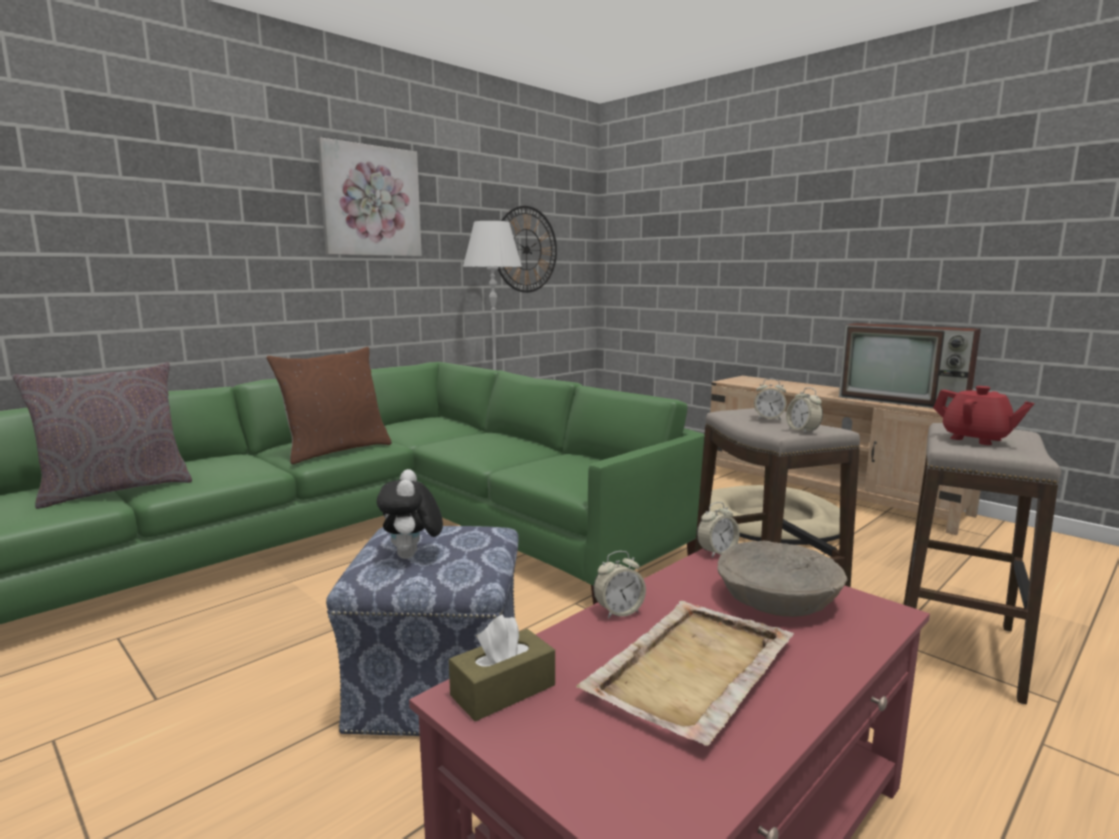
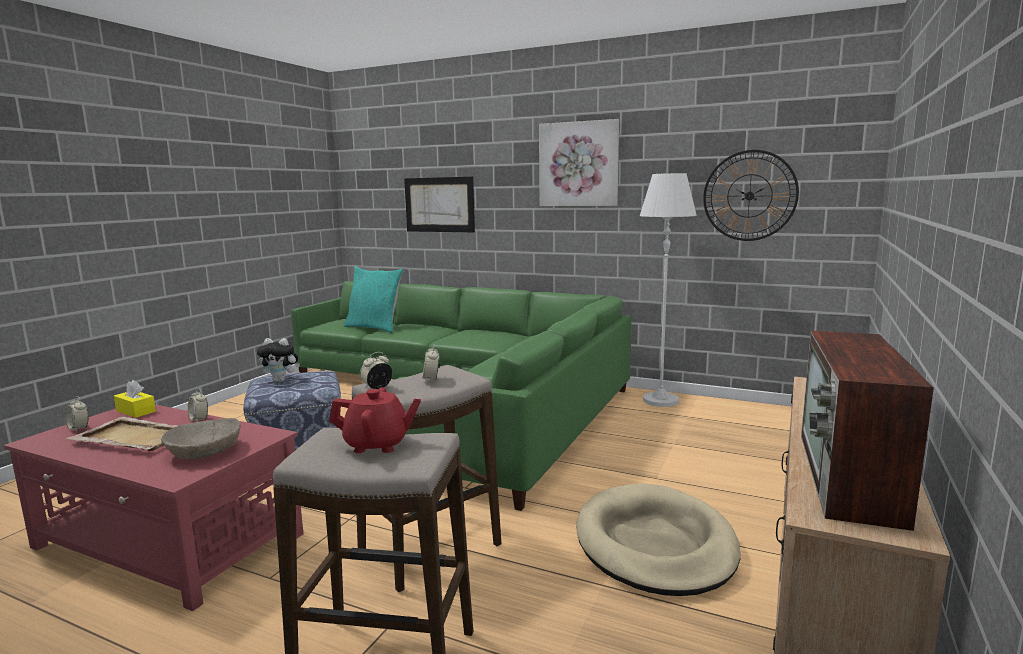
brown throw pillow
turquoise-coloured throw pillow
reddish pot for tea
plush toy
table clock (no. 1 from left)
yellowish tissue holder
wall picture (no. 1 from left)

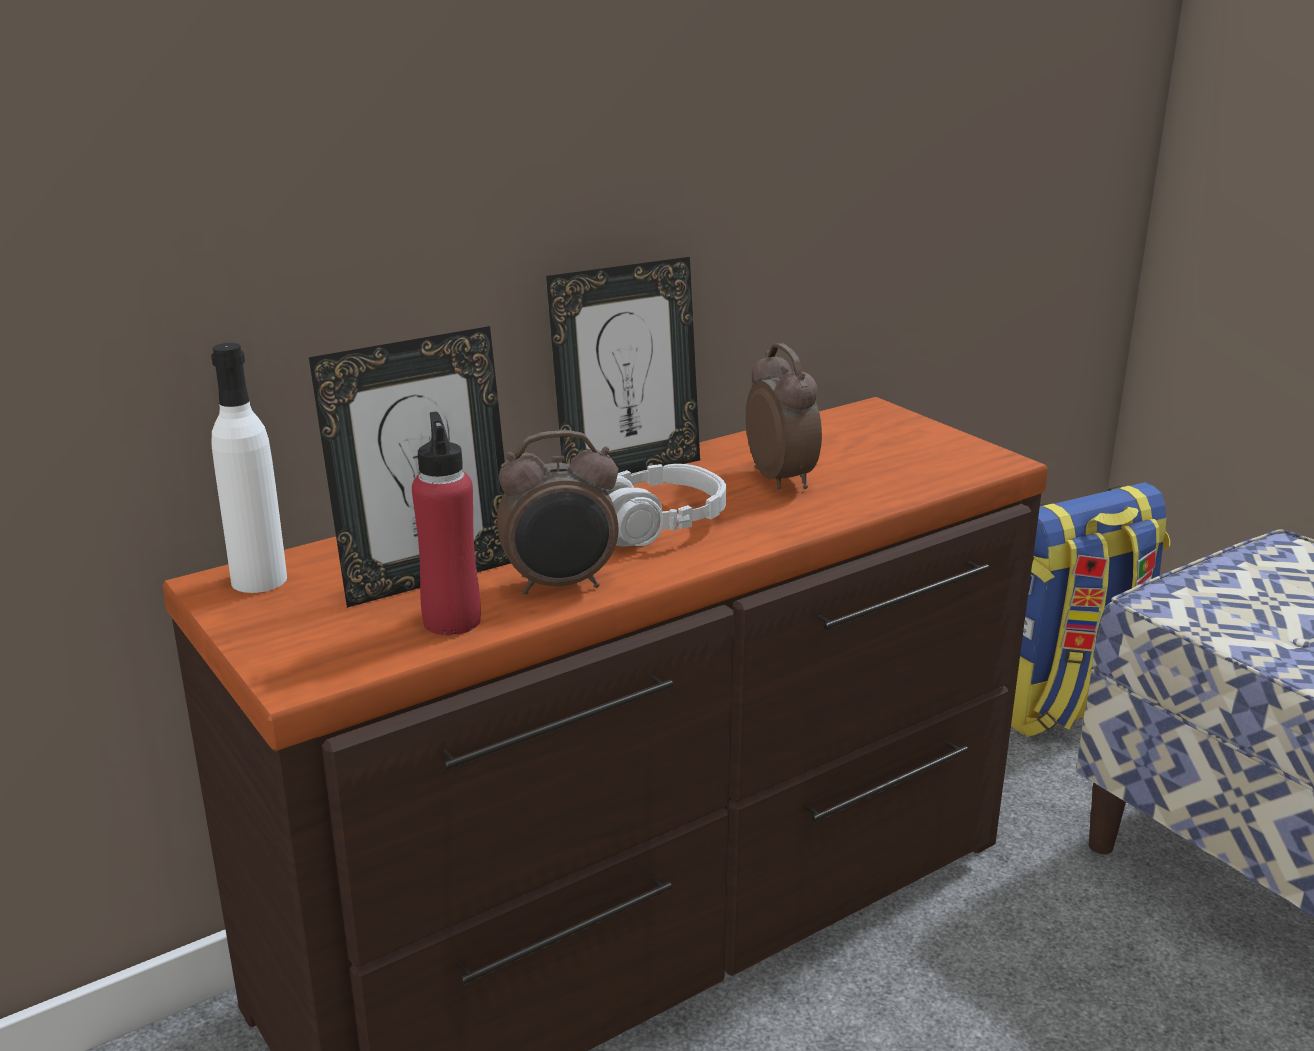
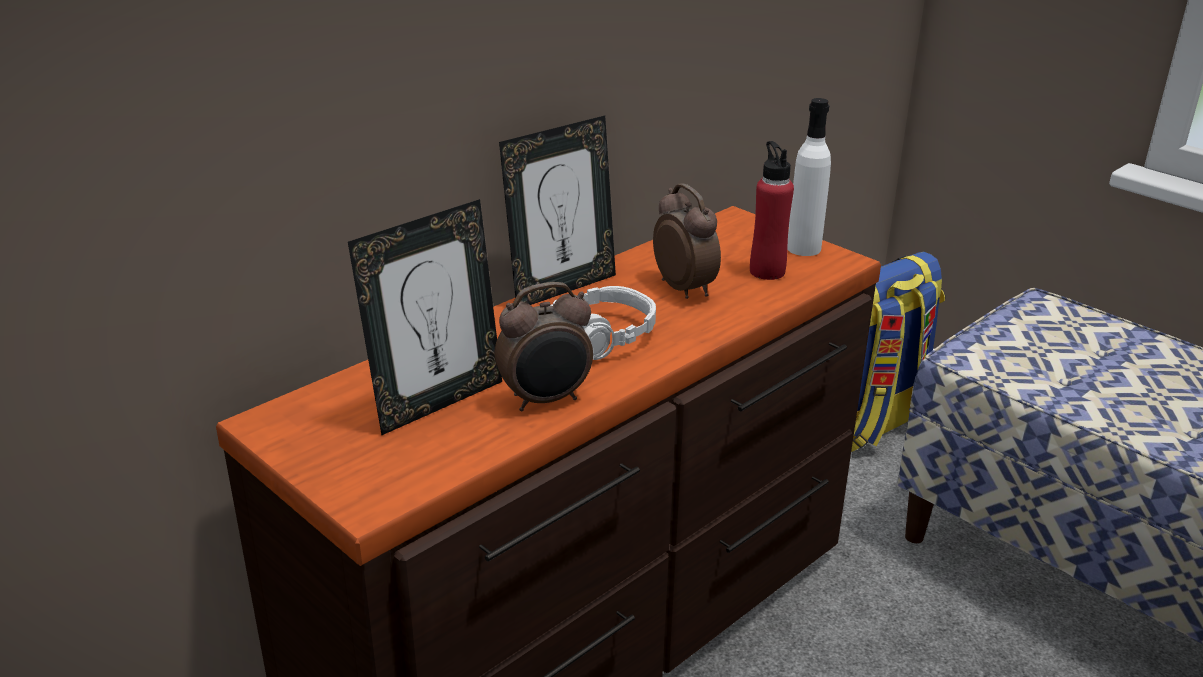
white beverage bottle
reddish beverage bottle

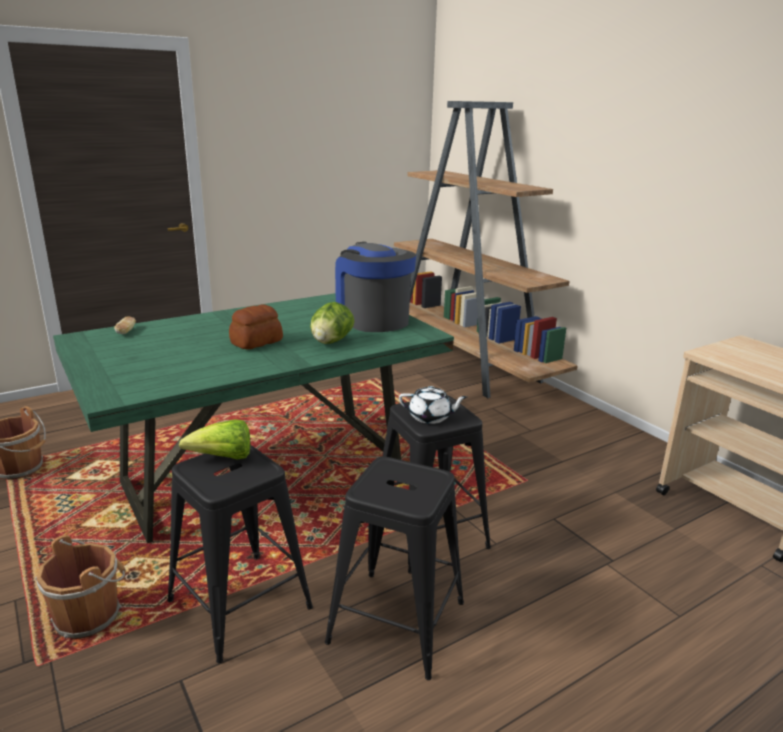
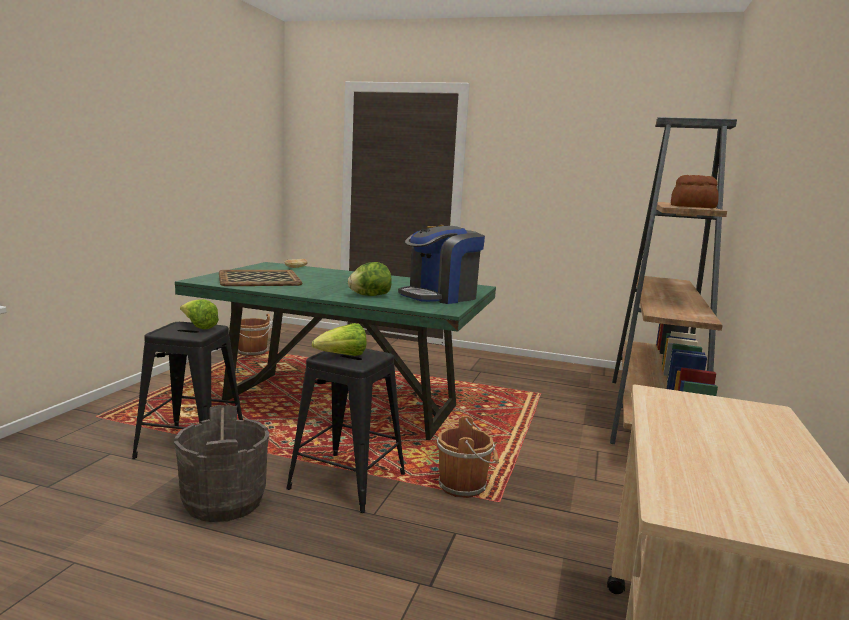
coffee brewer
baked bread (no. 2 from left)
lettuce head (no. 2 from left)
grey pail
brown pail (no. 2 from left)
carrying tray

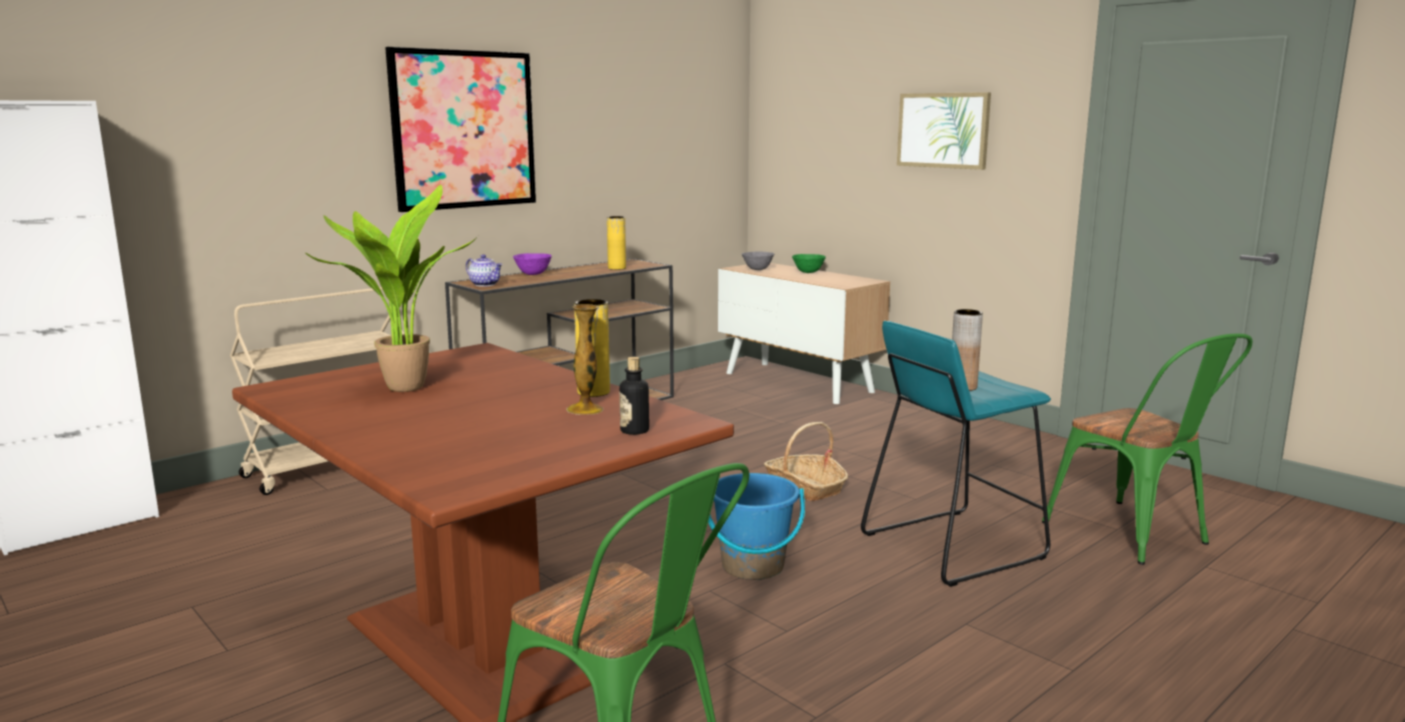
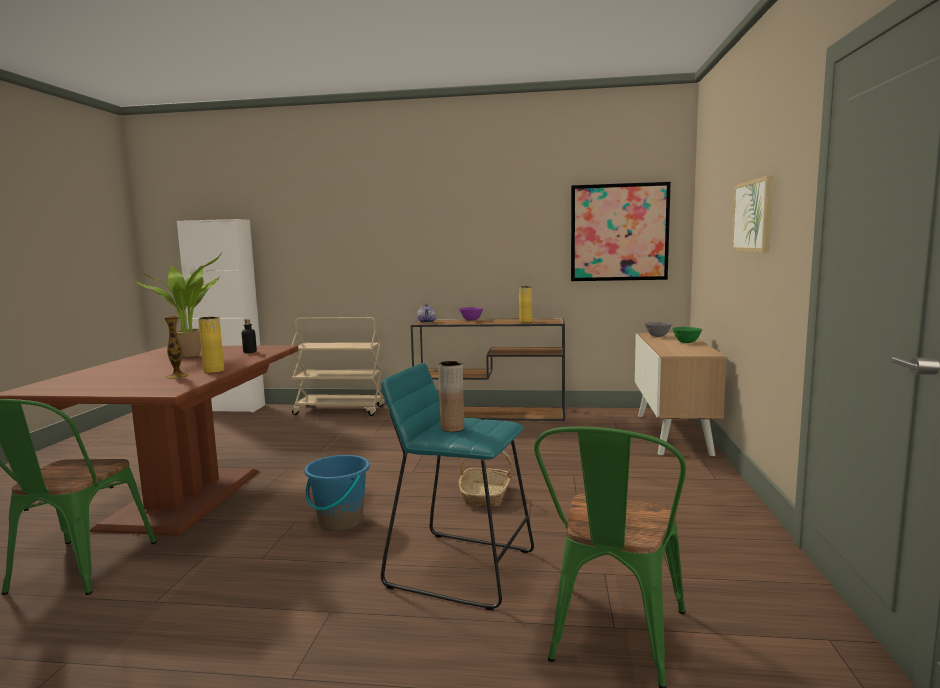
wall picture (no. 1 from left)
beverage bottle

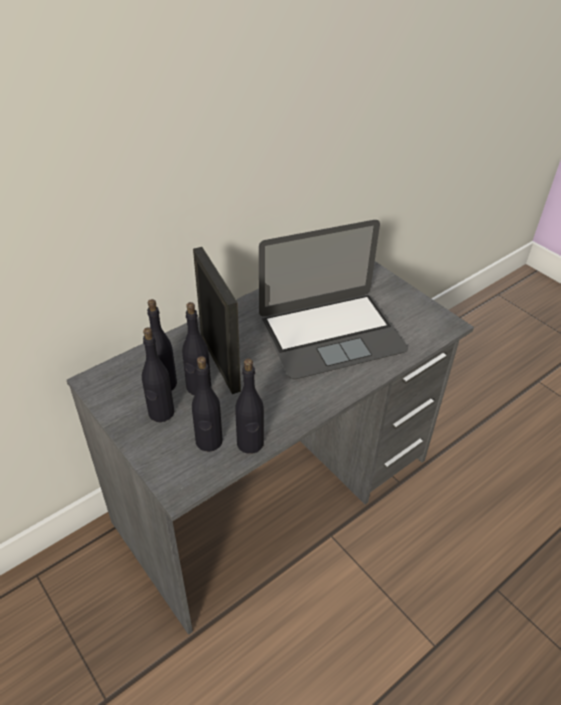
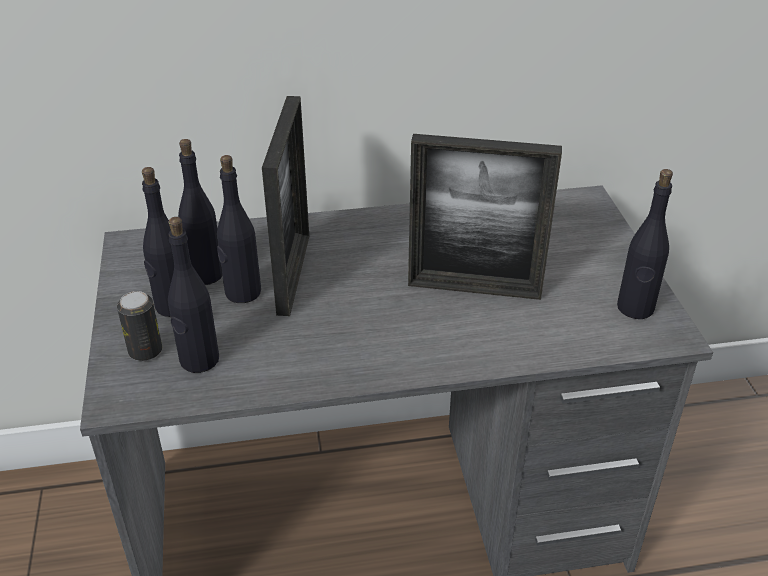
picture frame (no. 2 from left)
black-coloured beverage bottle (no. 5 from left)
sealed can

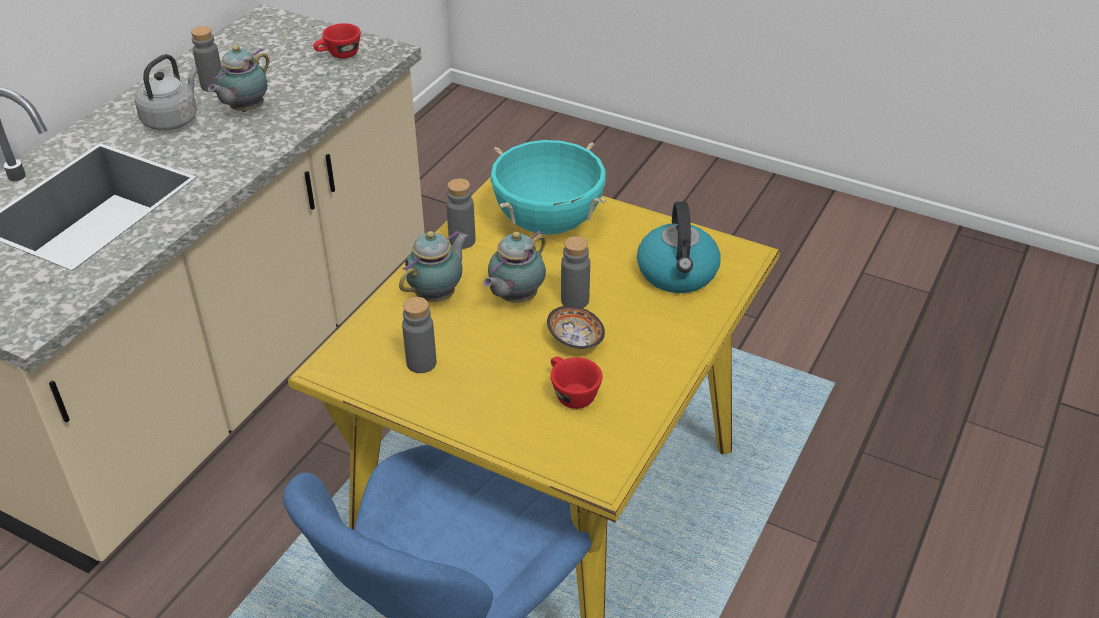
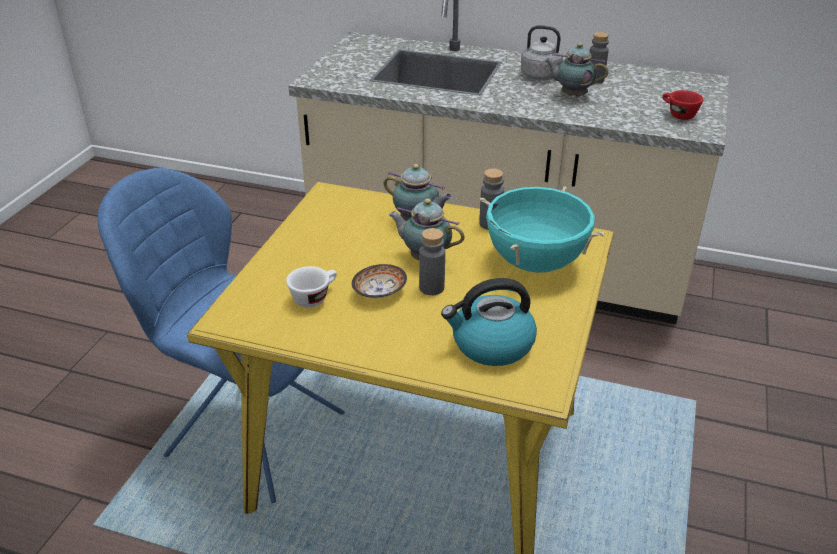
grey beverage bottle (no. 2 from left in the first image)
white cup

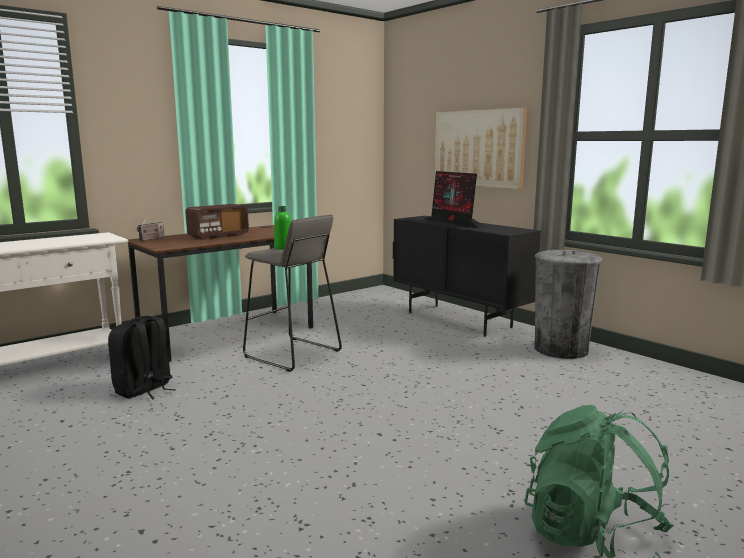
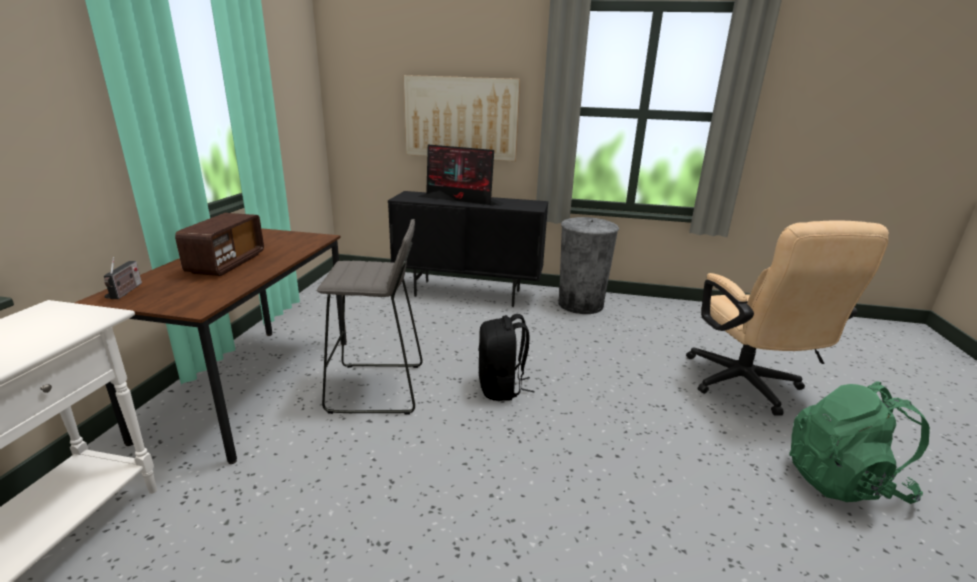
green beverage bottle
black-coloured backpack
sand-coloured computer chair

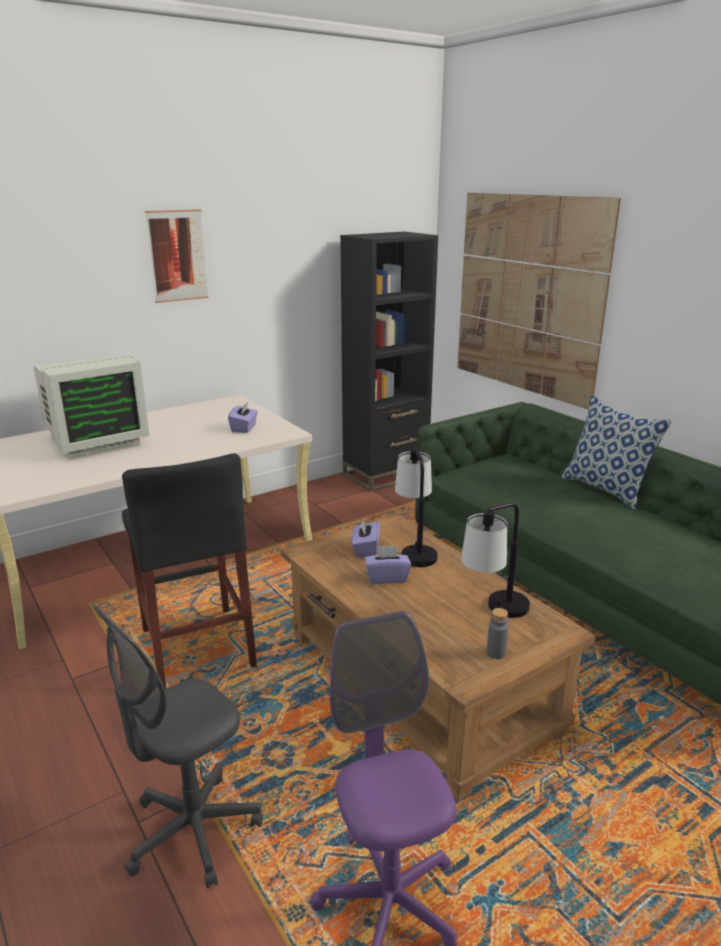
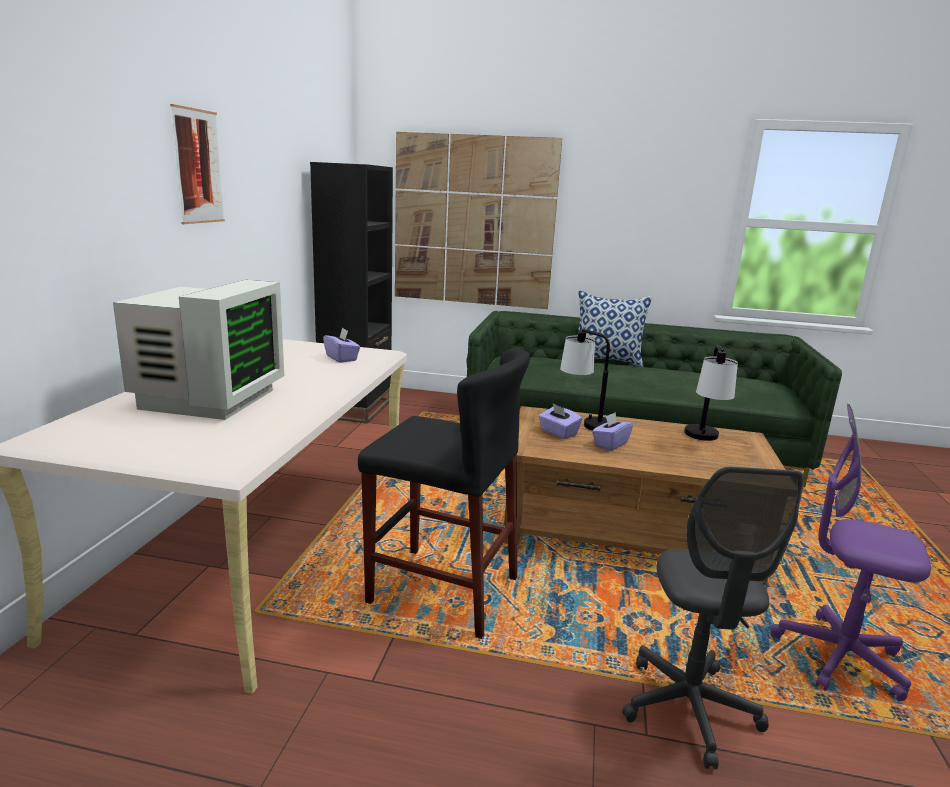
grey beverage bottle

